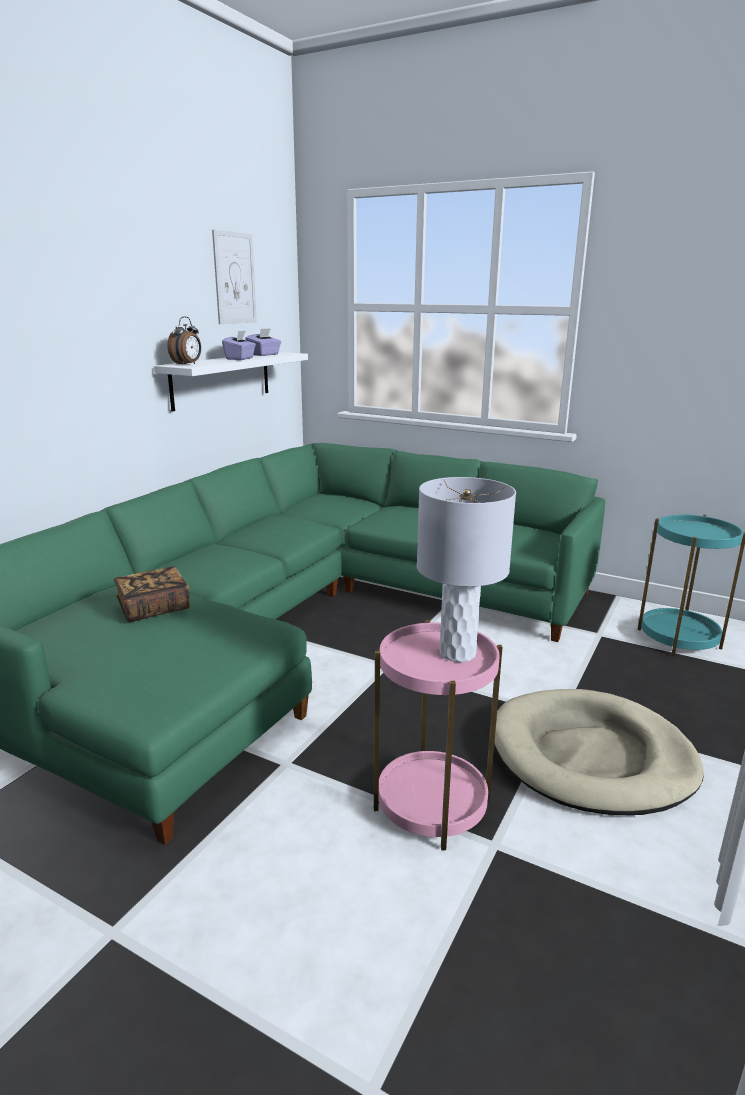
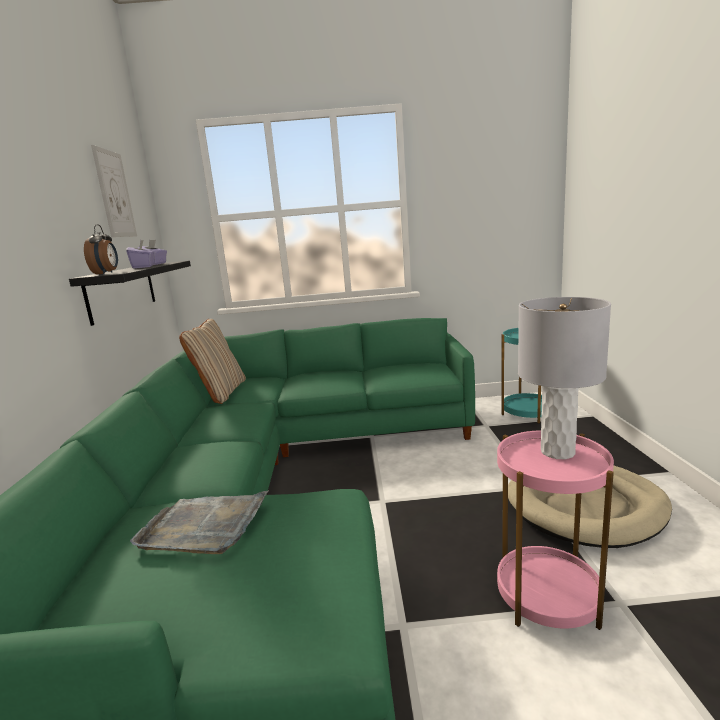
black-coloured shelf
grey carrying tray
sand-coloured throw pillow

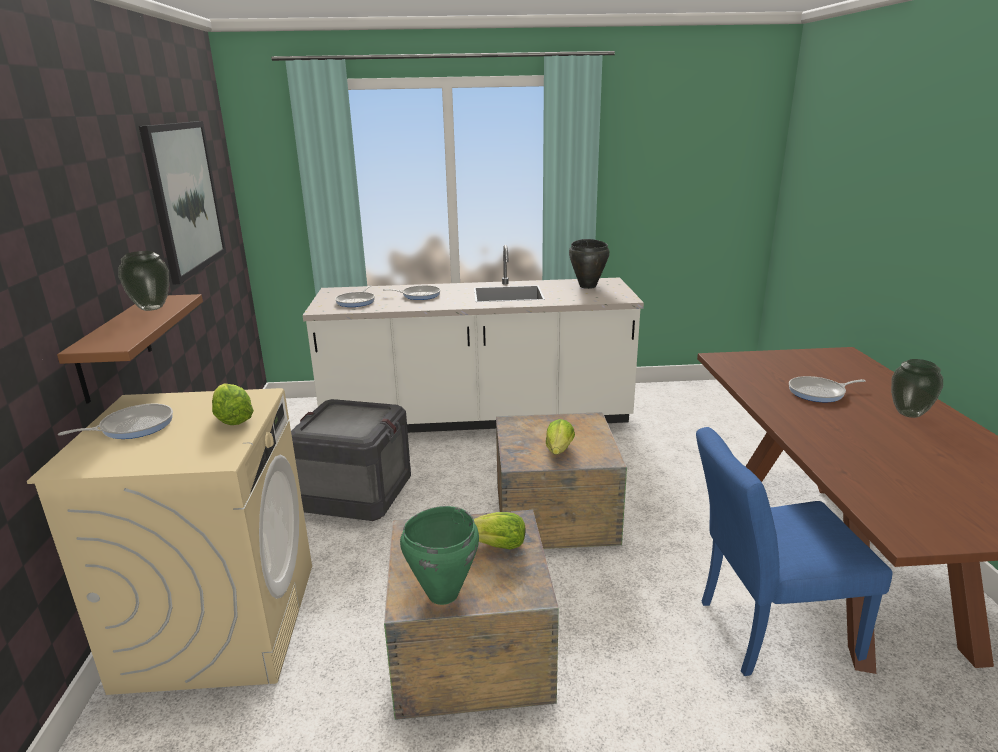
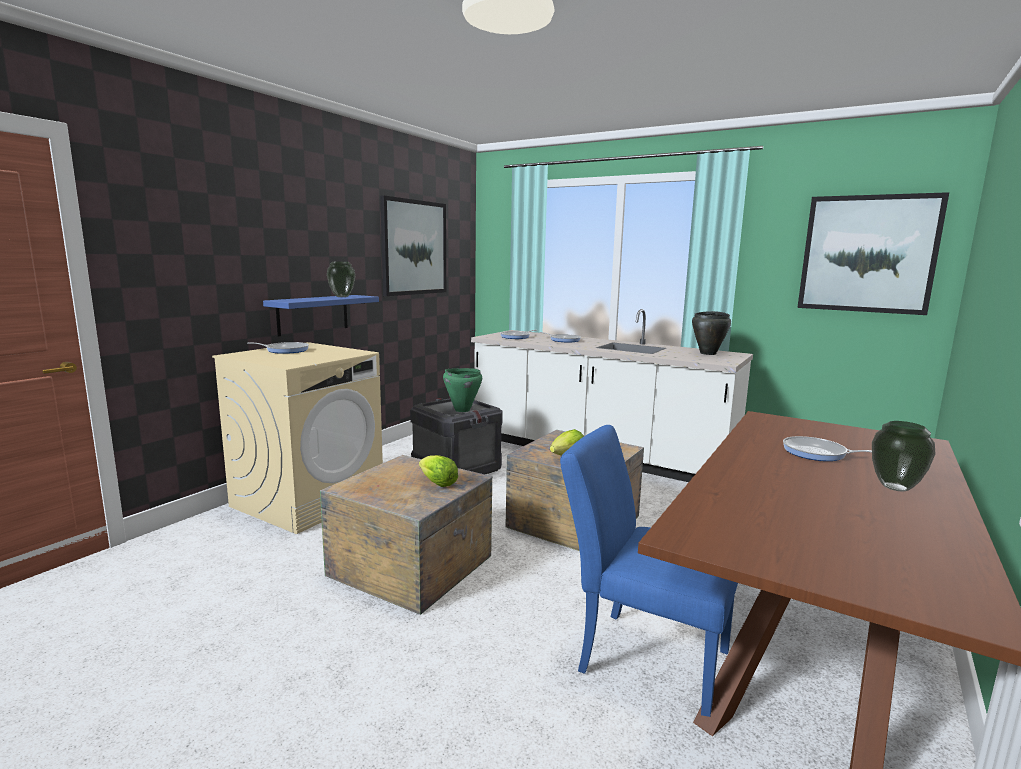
blue-coloured shelf
lettuce head (no. 1 from left in the first image)
green saucepot
wall picture (no. 2 from left)

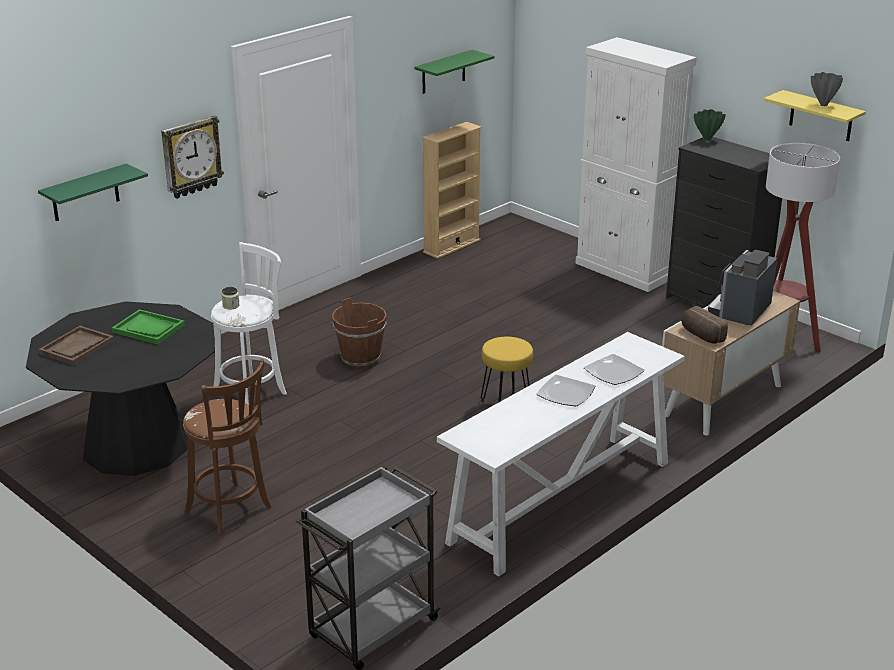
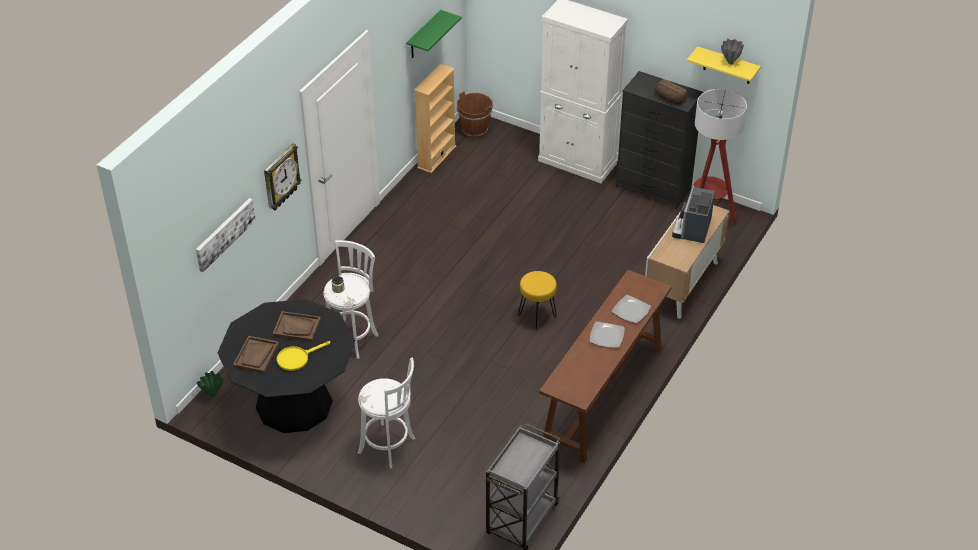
green vase
wall picture
brown pail
baked bread
brown carrying tray (no. 2 from left)
brown console table
white stool seat (no. 2 from left)
yellowish skillet

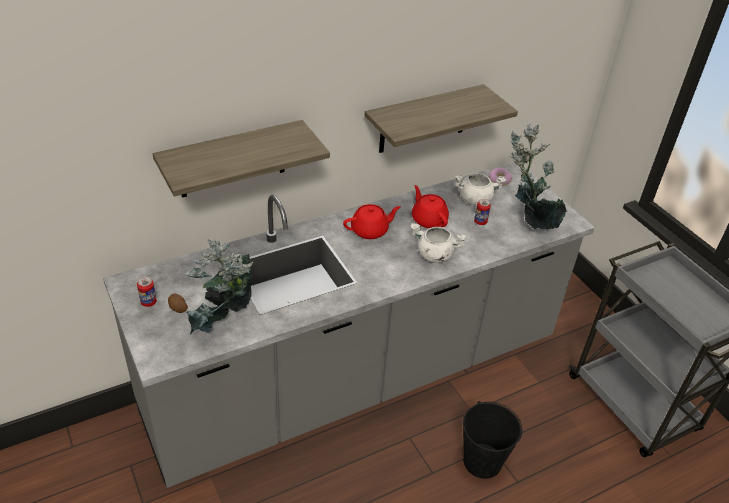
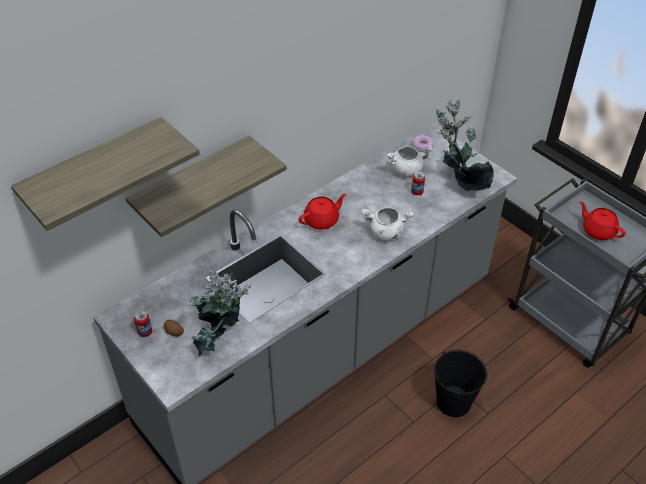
shelf (no. 1 from left)
reddish pot for tea (no. 2 from left)

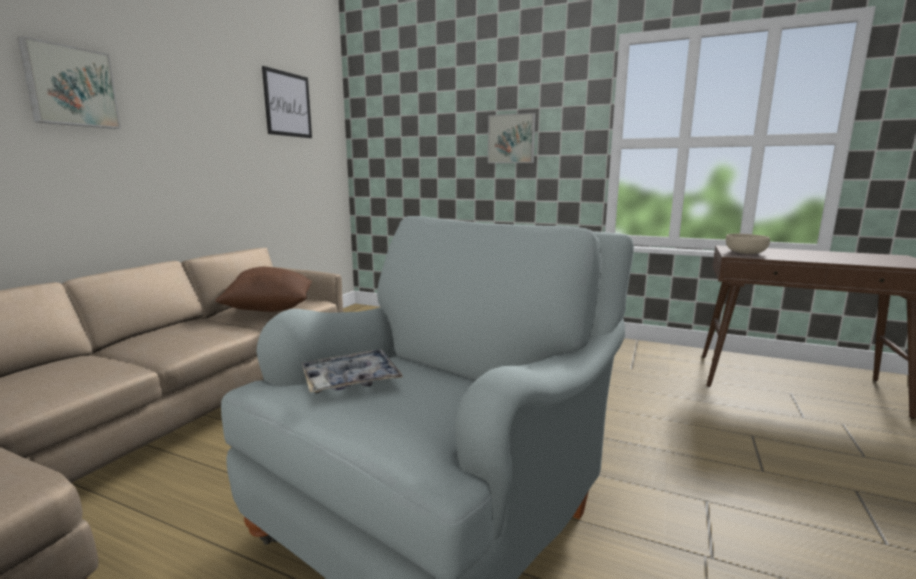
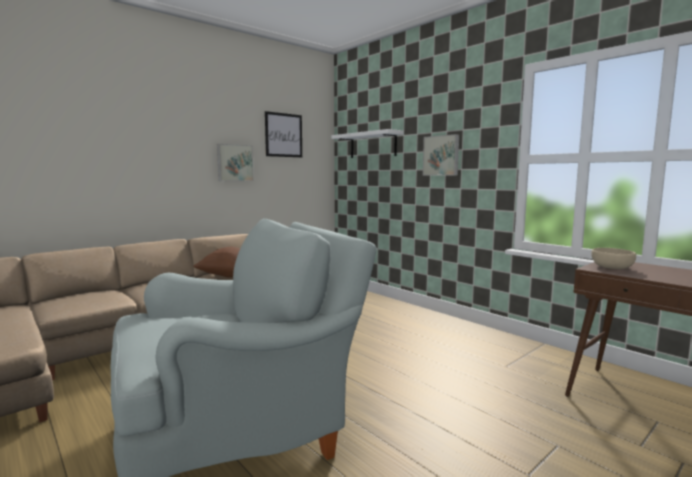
wall picture (no. 1 from left)
carrying tray
white shelf

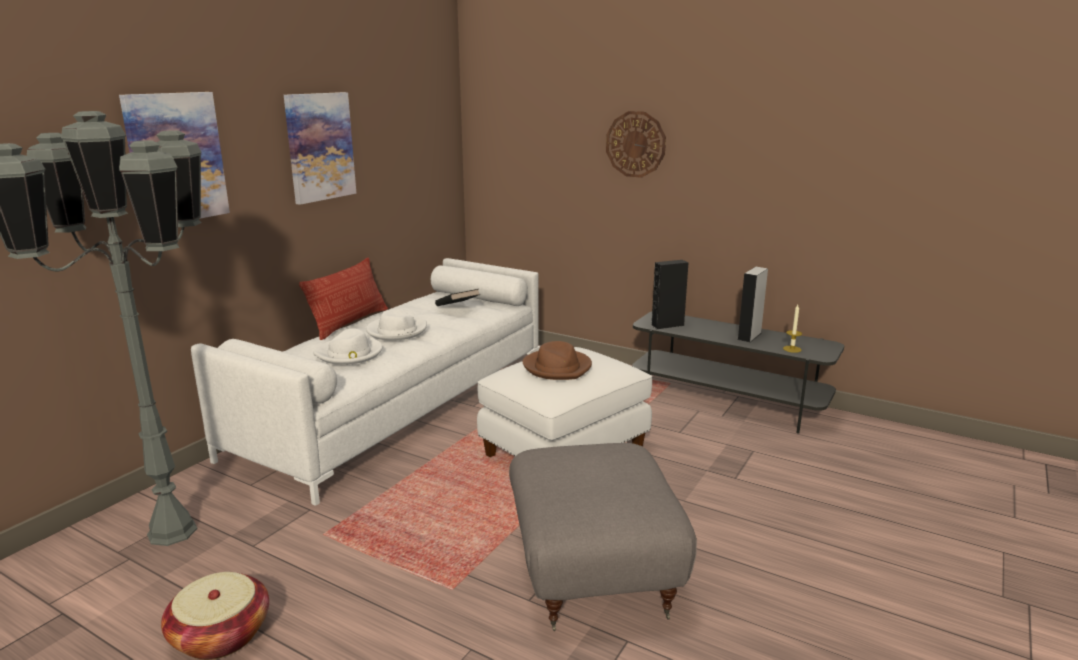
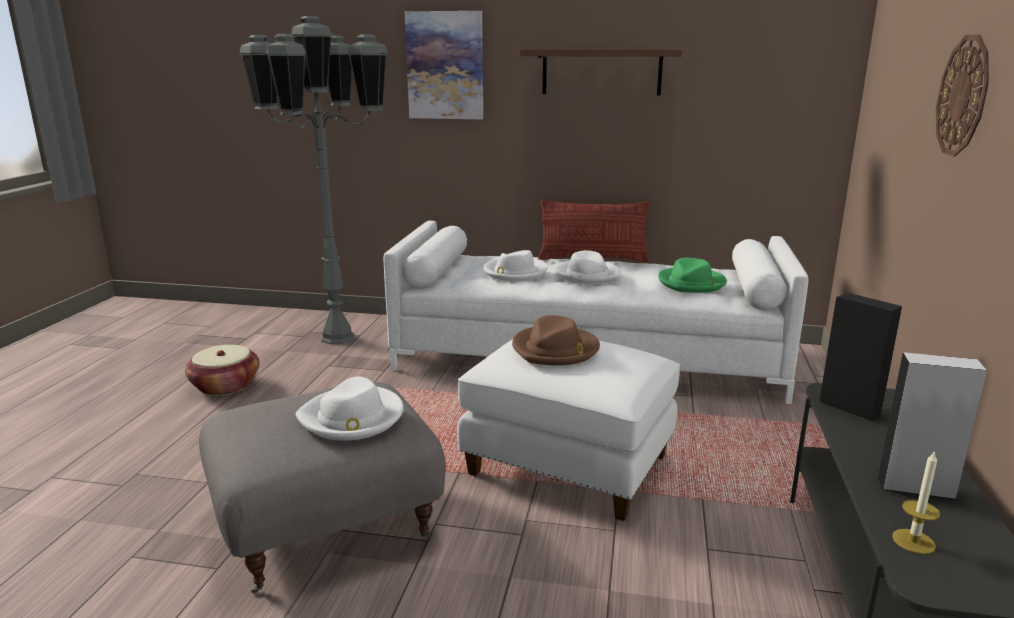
brown shelf
green clothing hat
white clothing hat (no. 1 from left)

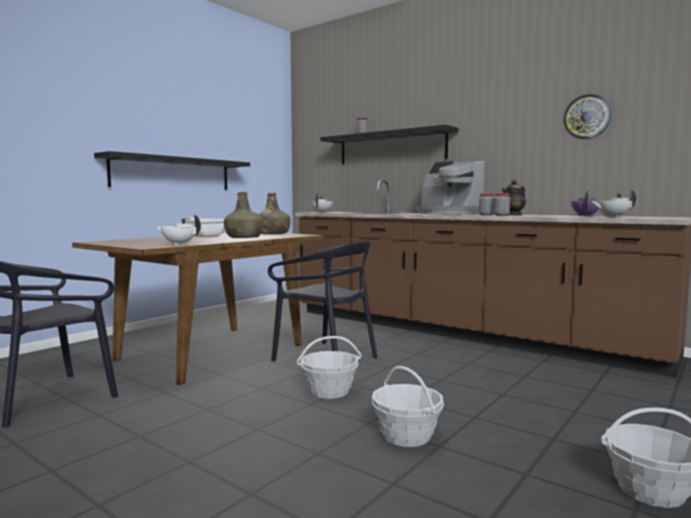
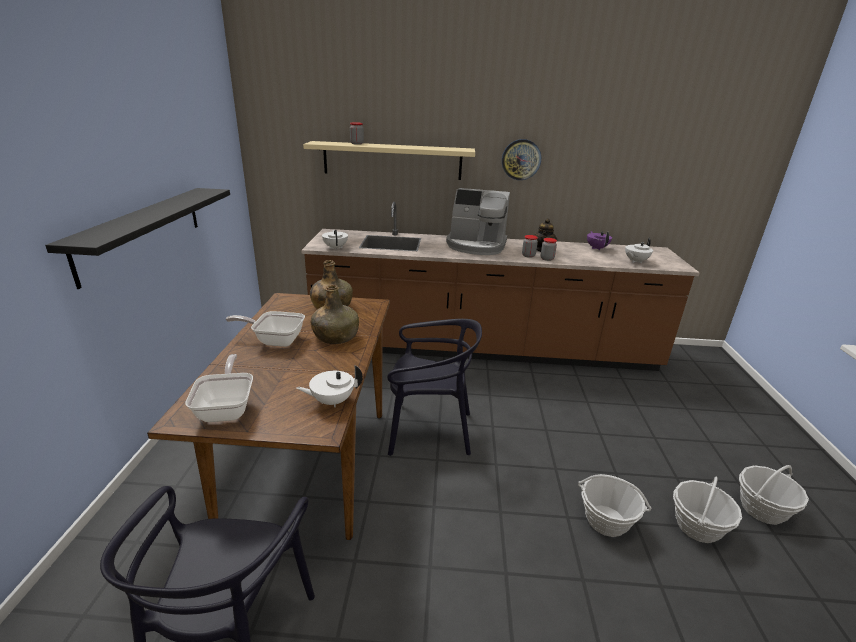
hanging clock
sand-coloured shelf
household basket (no. 2 from left)
skillet (no. 1 from left)

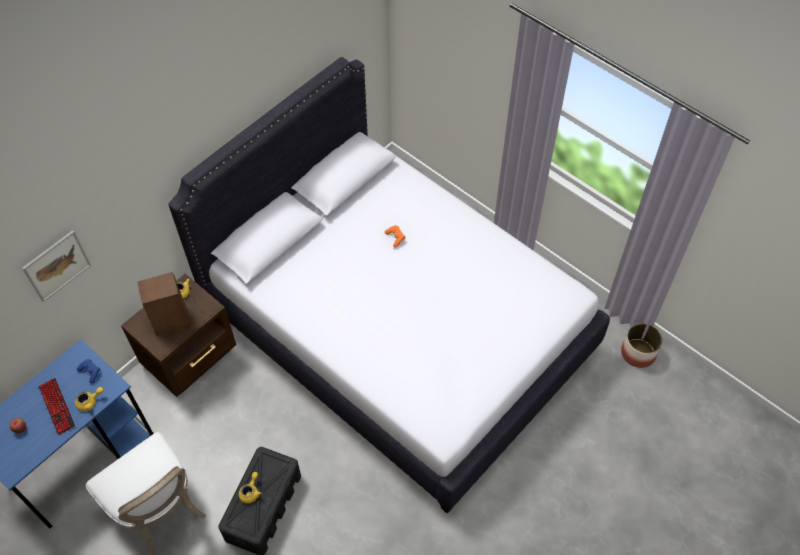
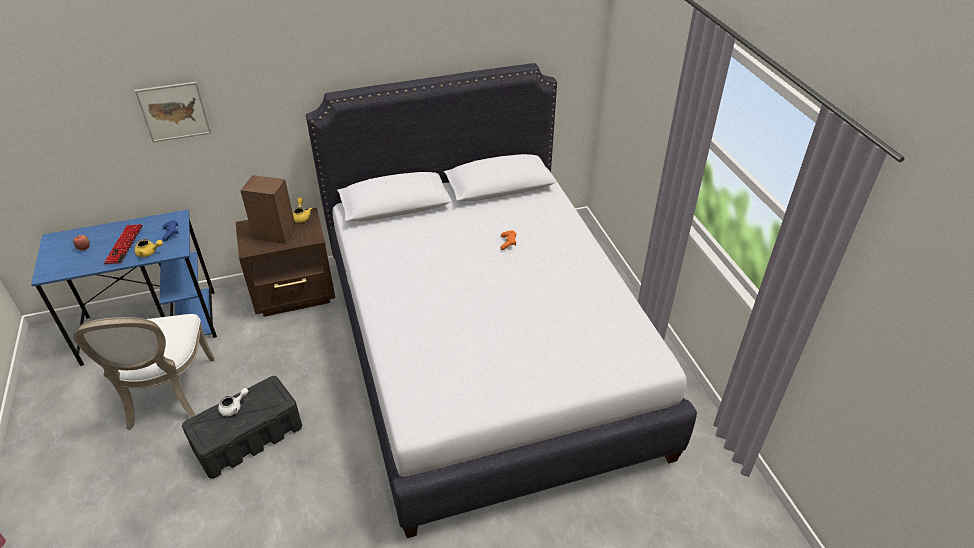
plant pot
white pot for tea

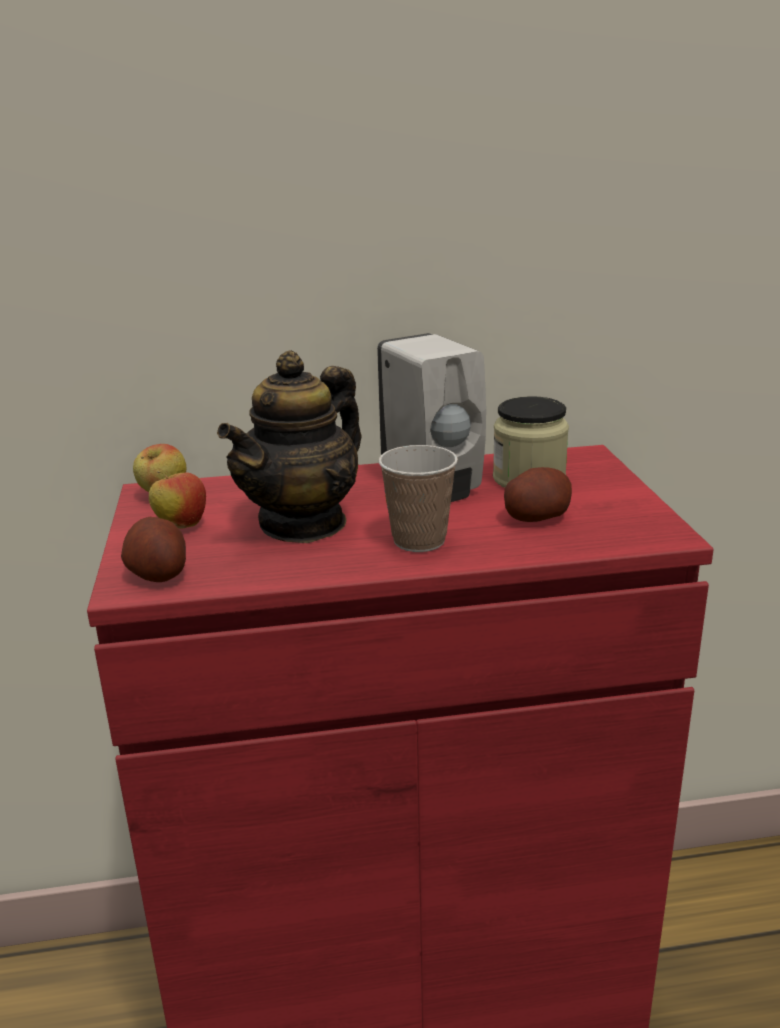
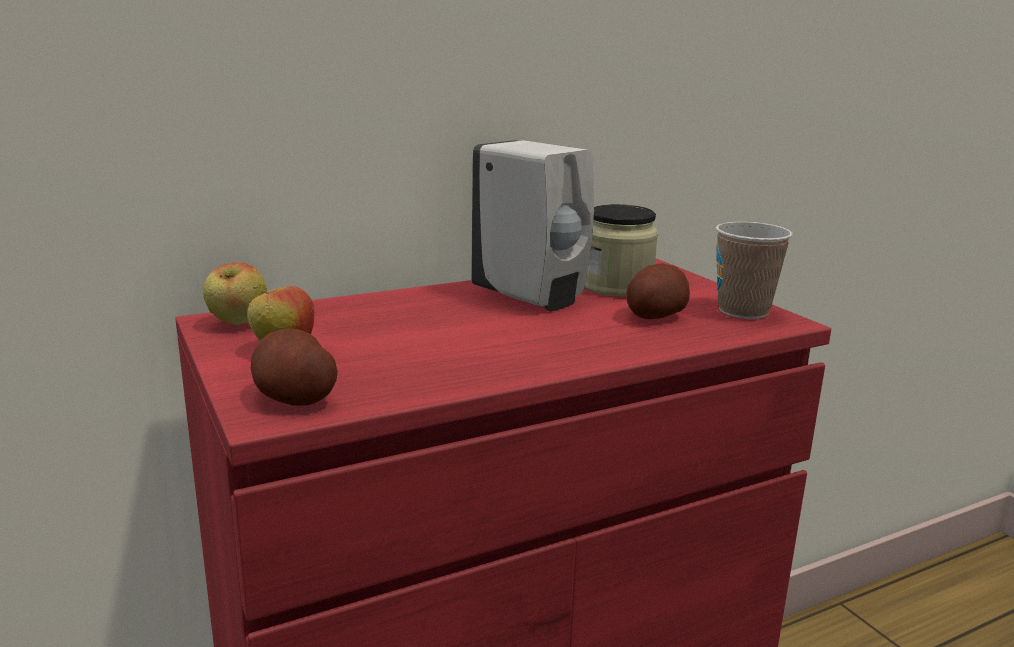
pot for tea
cup

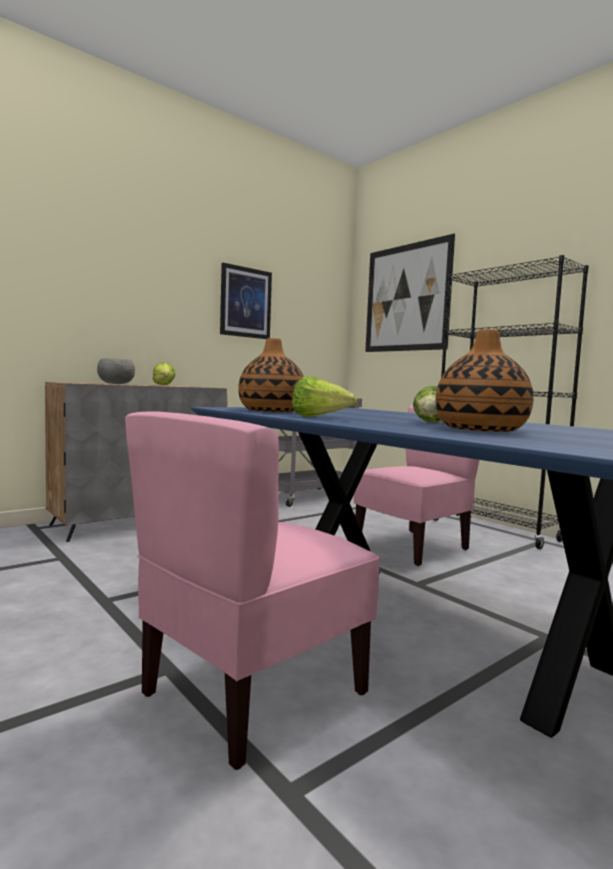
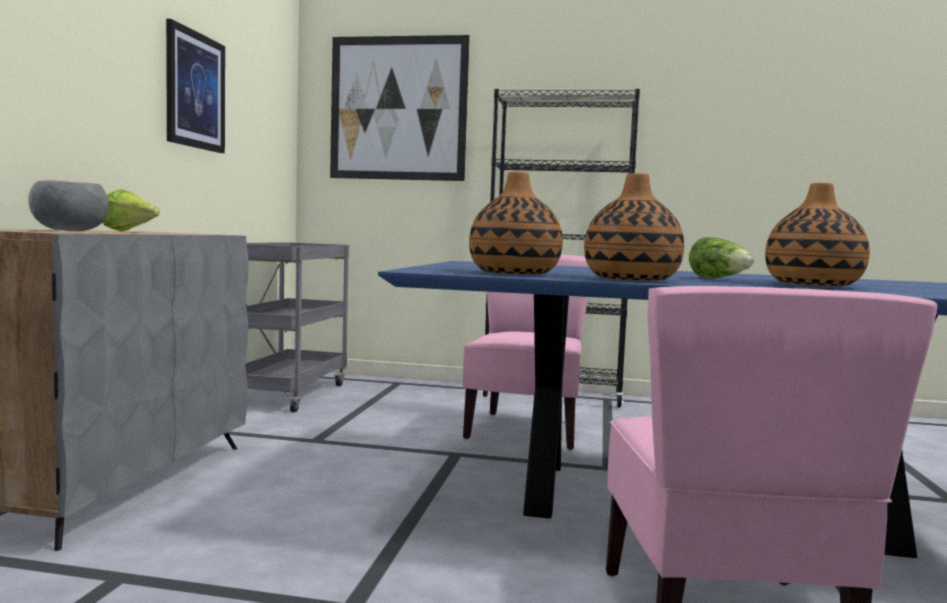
vase (no. 2 from left)

